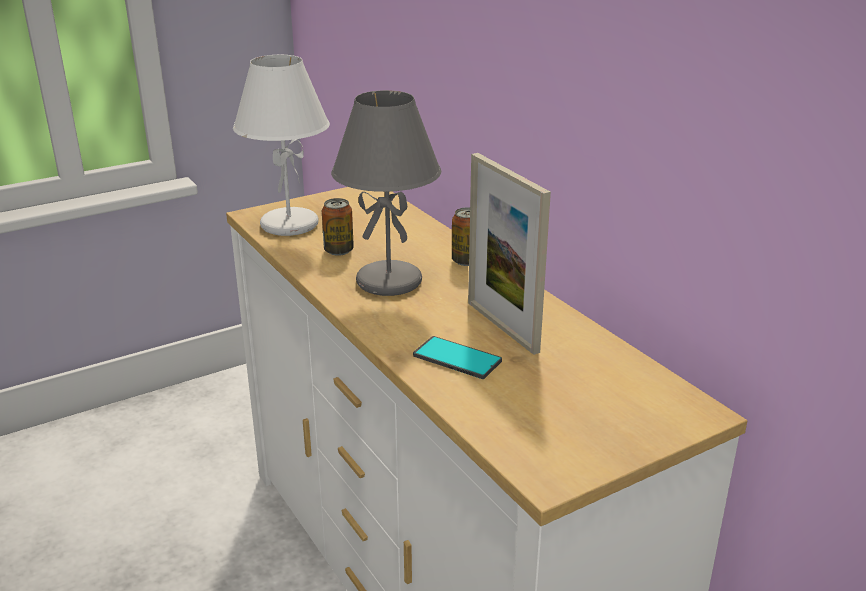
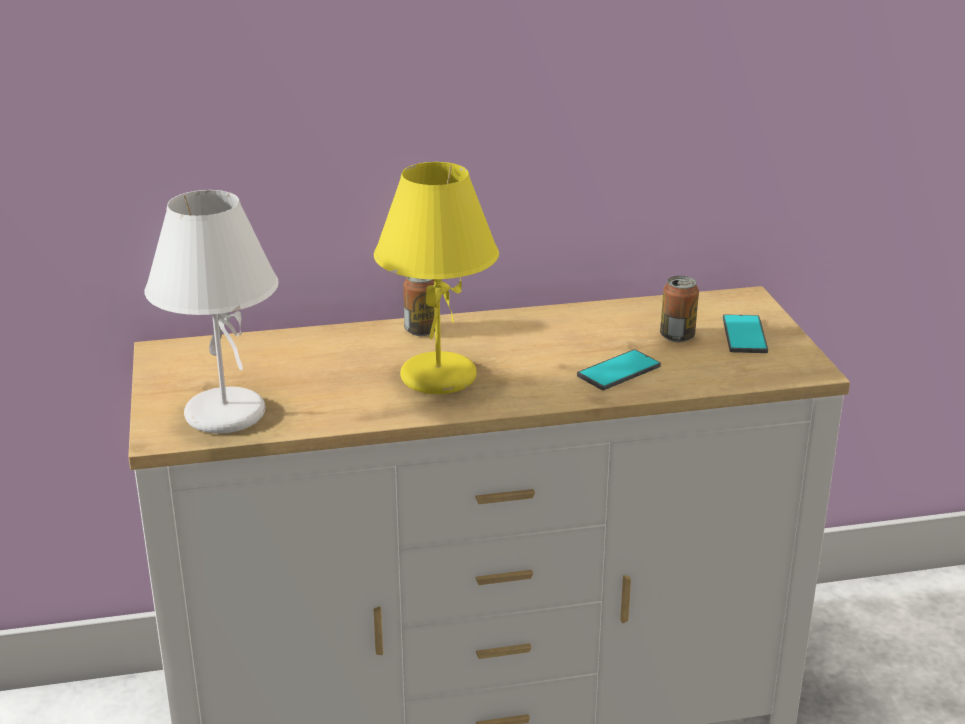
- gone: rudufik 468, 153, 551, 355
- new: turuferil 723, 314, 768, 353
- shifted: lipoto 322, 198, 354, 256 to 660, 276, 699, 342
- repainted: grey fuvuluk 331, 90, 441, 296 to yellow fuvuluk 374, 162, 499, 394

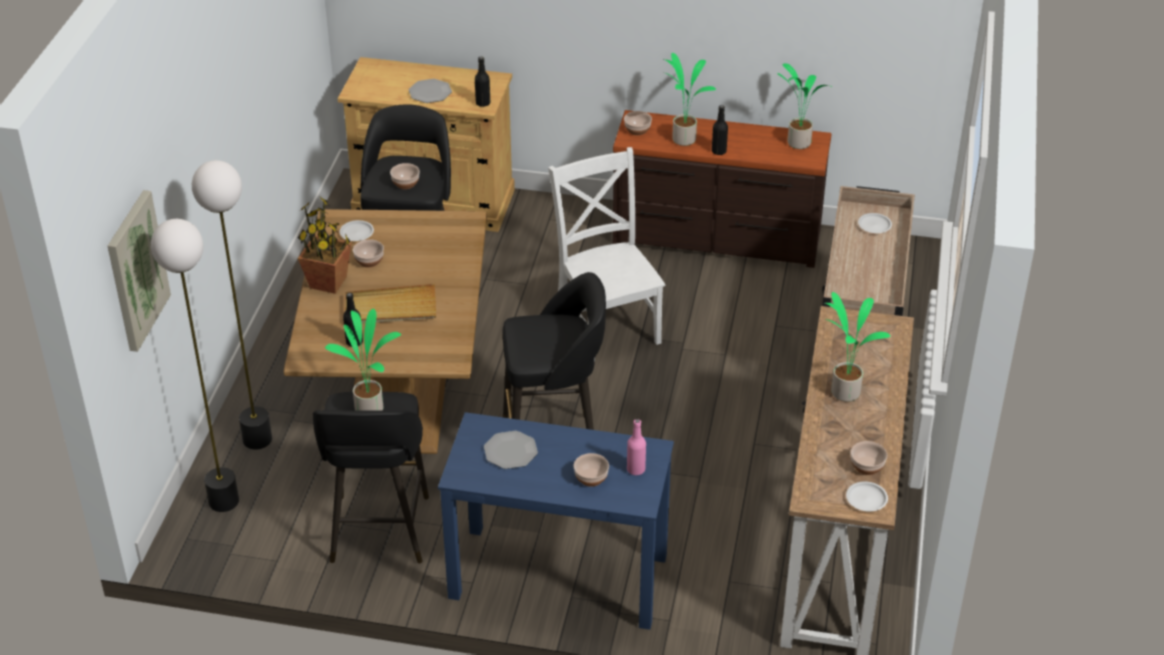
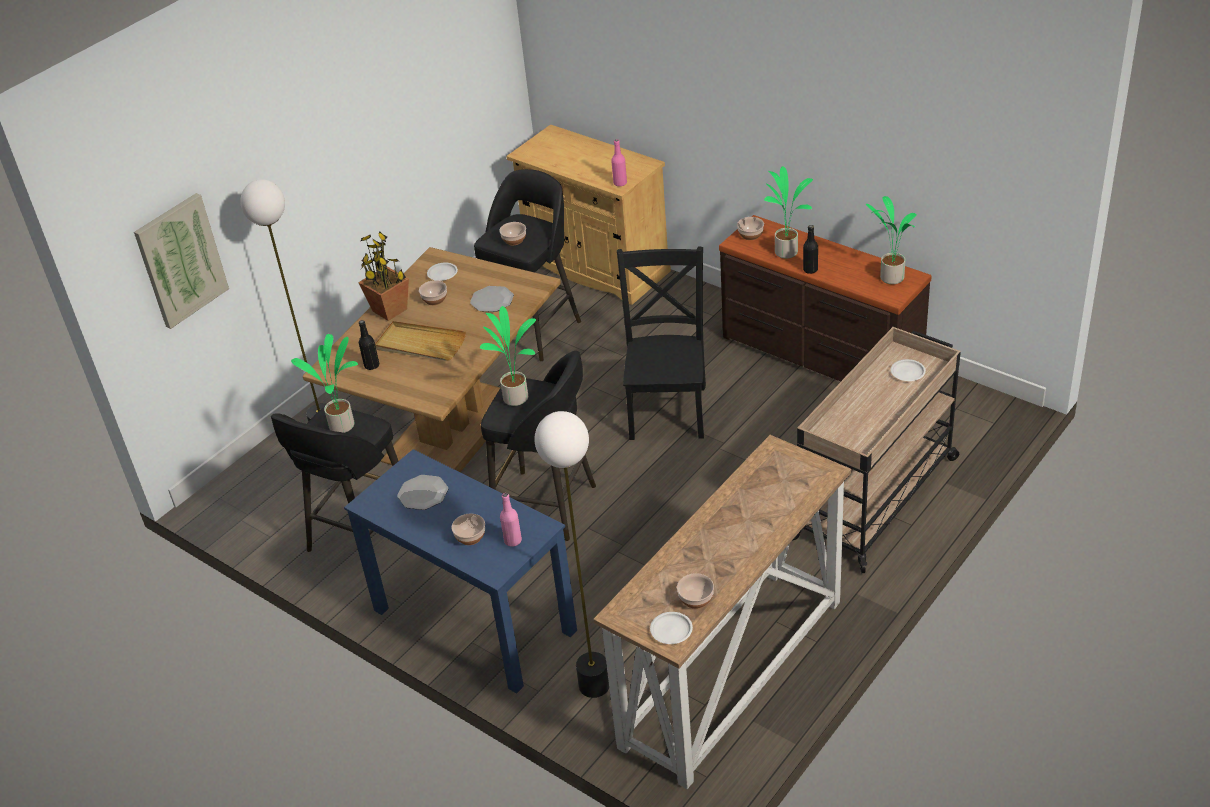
- shifted: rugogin 151, 219, 239, 512 to 535, 411, 609, 698
- shifted: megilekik 409, 79, 452, 103 to 470, 286, 514, 312
- shifted: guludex 825, 292, 891, 402 to 480, 306, 536, 406
- repainted: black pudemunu 475, 57, 490, 107 to pink pudemunu 611, 139, 627, 186
- repainted: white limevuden 548, 147, 665, 345 to black limevuden 617, 246, 706, 440

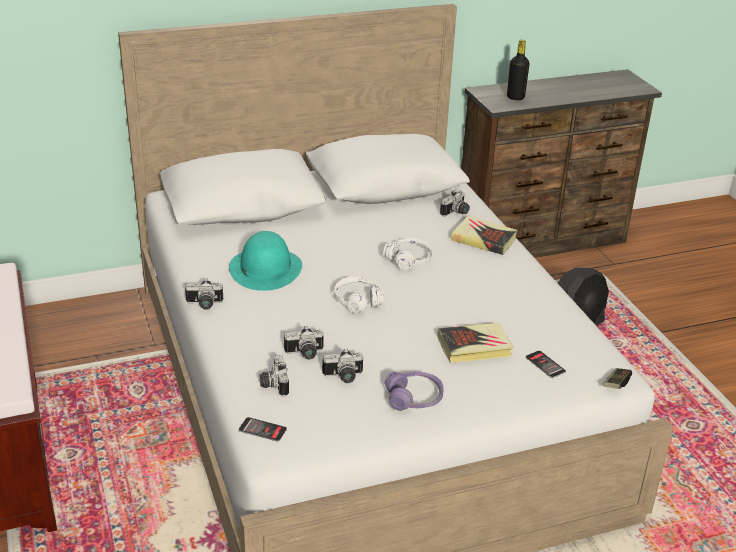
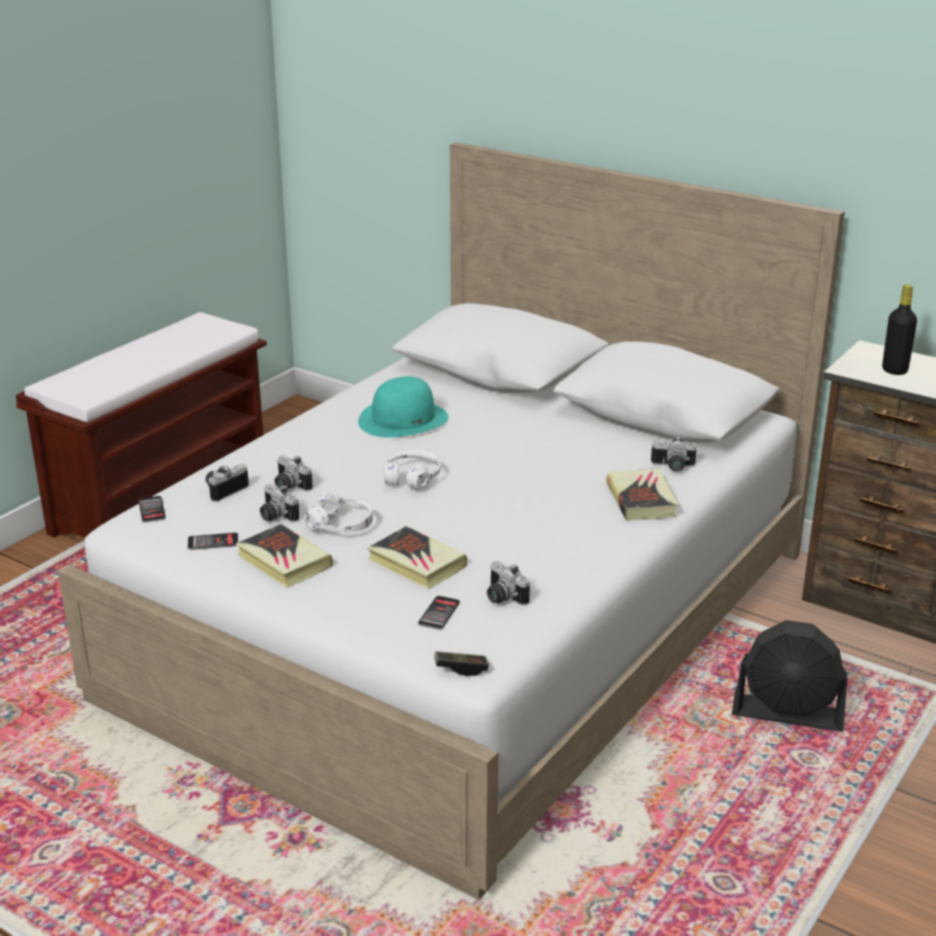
- new: turuferil 188, 533, 238, 550
- shifted: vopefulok 185, 278, 223, 310 to 487, 561, 530, 606
- shifted: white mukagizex 383, 238, 432, 270 to 304, 492, 373, 532
- swapped: purple mukagizex 384, 372, 444, 411 to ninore 236, 524, 333, 588

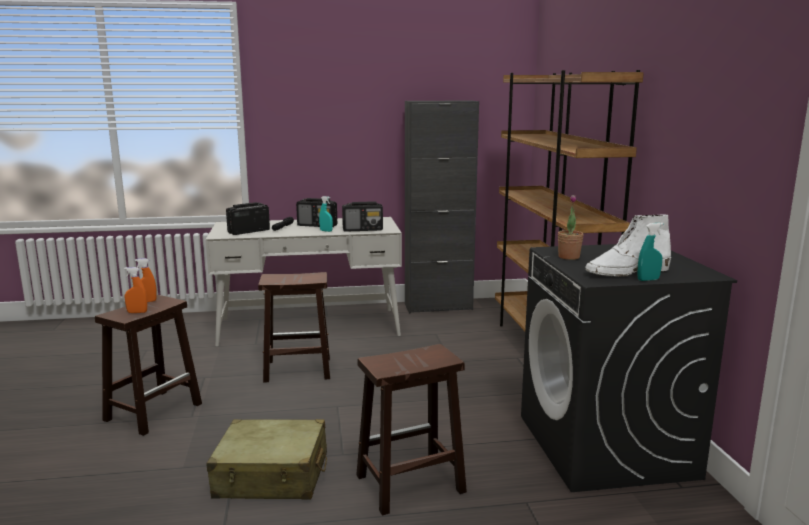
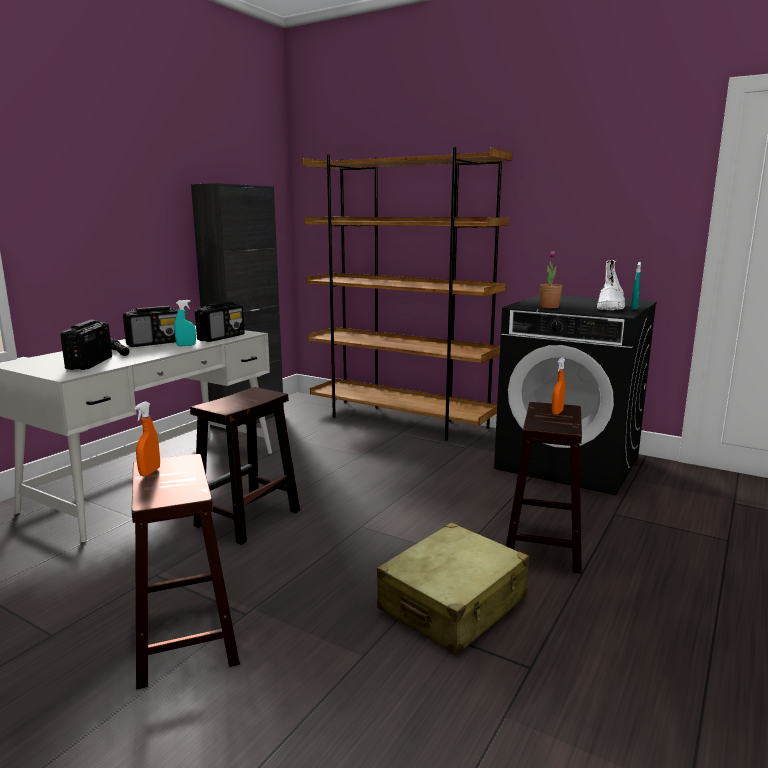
- shifted: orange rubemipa 124, 267, 147, 313 to 552, 358, 565, 415

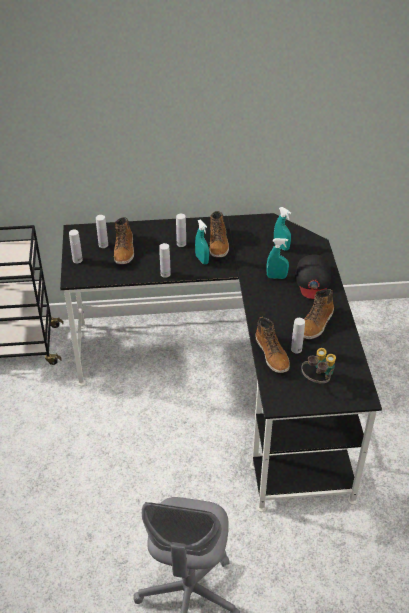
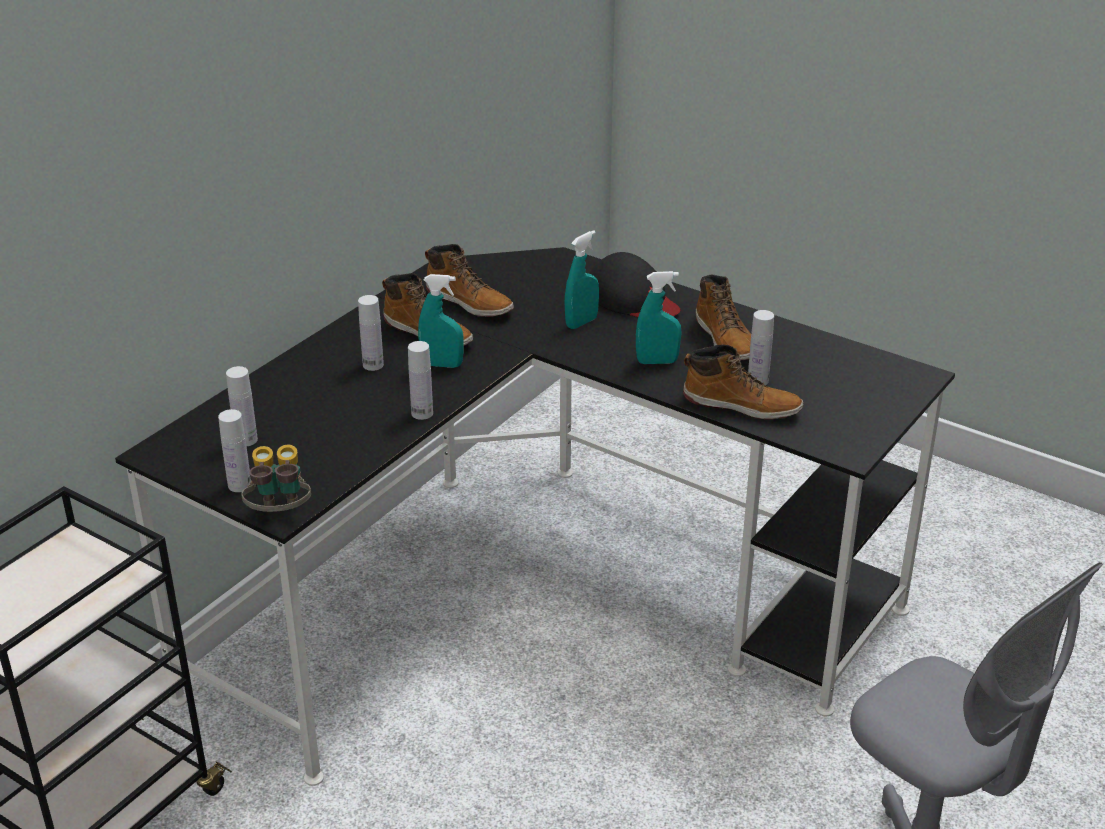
- shifted: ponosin 114, 217, 134, 264 to 425, 244, 514, 317
- shifted: turquoise rubemipa 274, 207, 291, 251 to 636, 271, 682, 364
- shifted: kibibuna 301, 348, 336, 383 to 241, 445, 311, 512

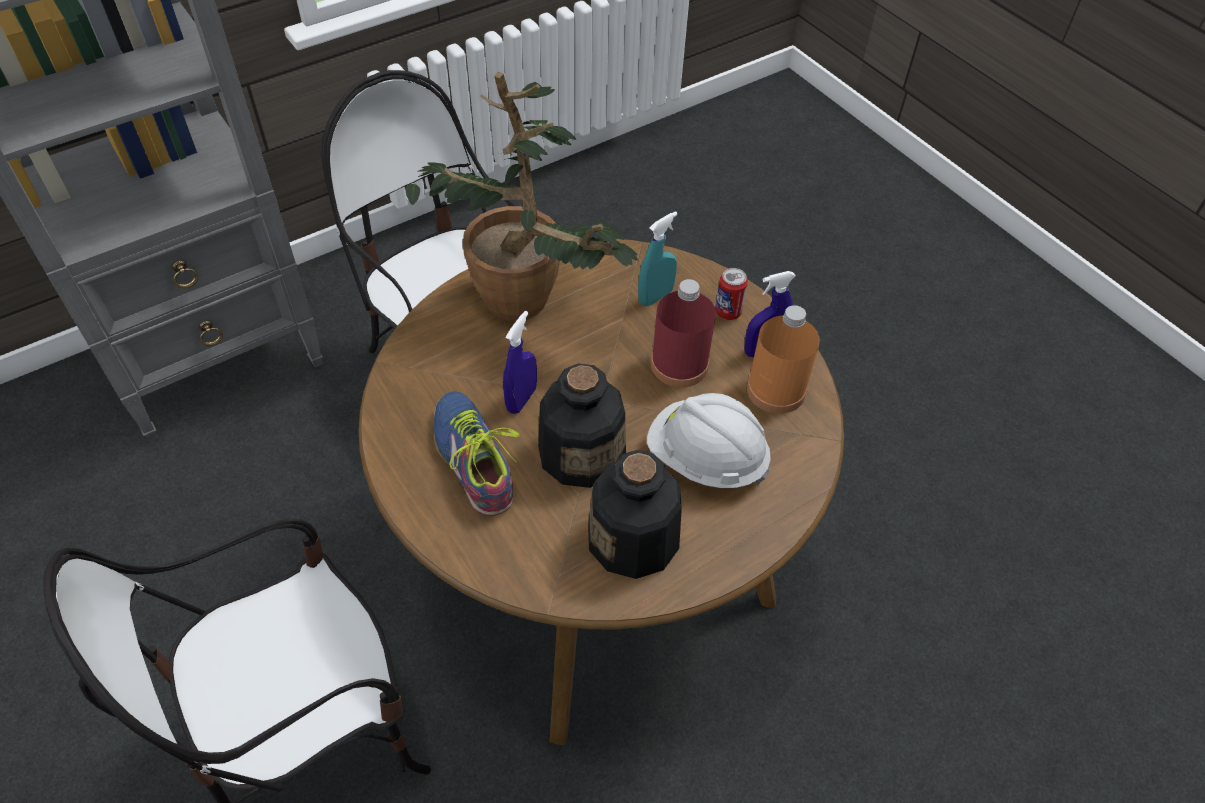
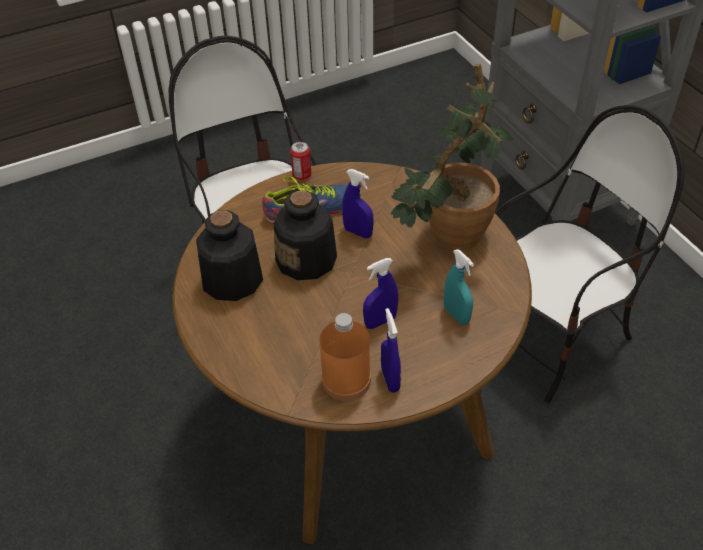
- gone: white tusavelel 647, 393, 771, 488
- shifted: lipoto 715, 268, 748, 320 to 290, 142, 311, 180
- swapped: red pudemunu 651, 279, 716, 387 to blue rubemipa 363, 258, 398, 329

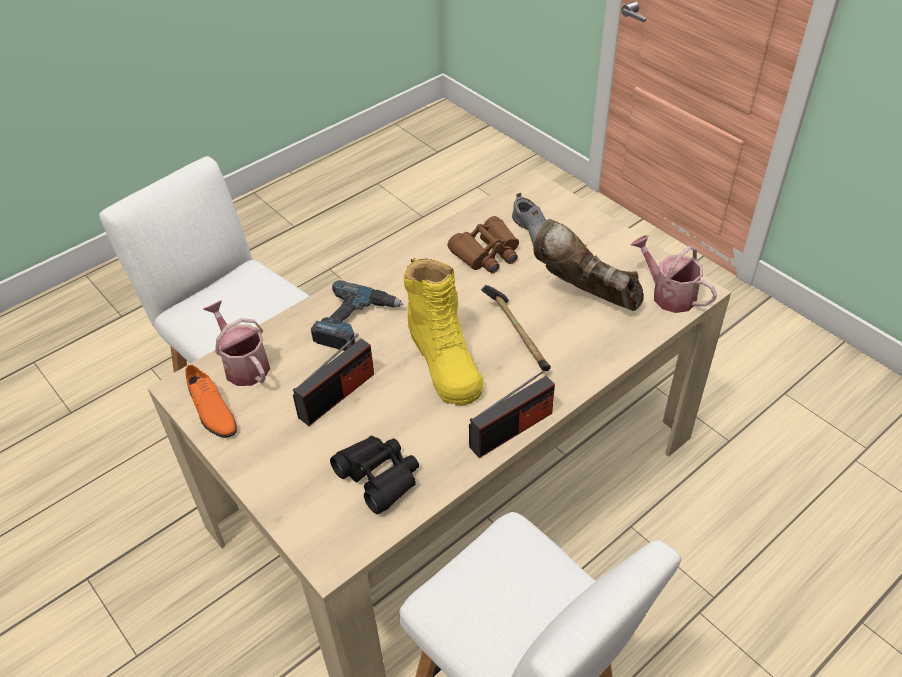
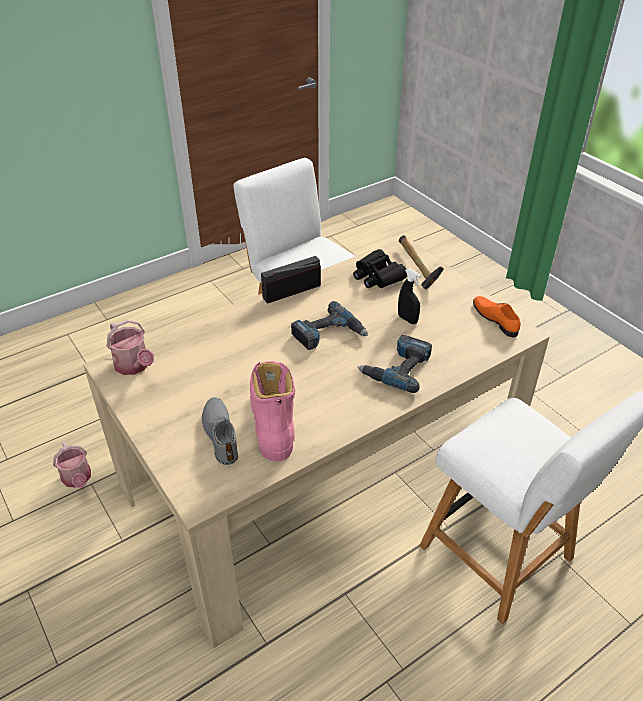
- gone: brown ponosin 534, 219, 643, 311
- shifted: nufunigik 203, 300, 270, 386 to 53, 442, 91, 488
- shifted: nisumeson 480, 285, 551, 371 to 399, 235, 444, 290
- swapped: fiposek 293, 334, 374, 426 to black rubemipa 398, 268, 421, 324
- swapped: yellow ponosin 404, 258, 484, 406 to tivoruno 291, 301, 368, 350
- swapped: brown kibibuna 447, 216, 519, 273 to pink ponosin 250, 361, 295, 461

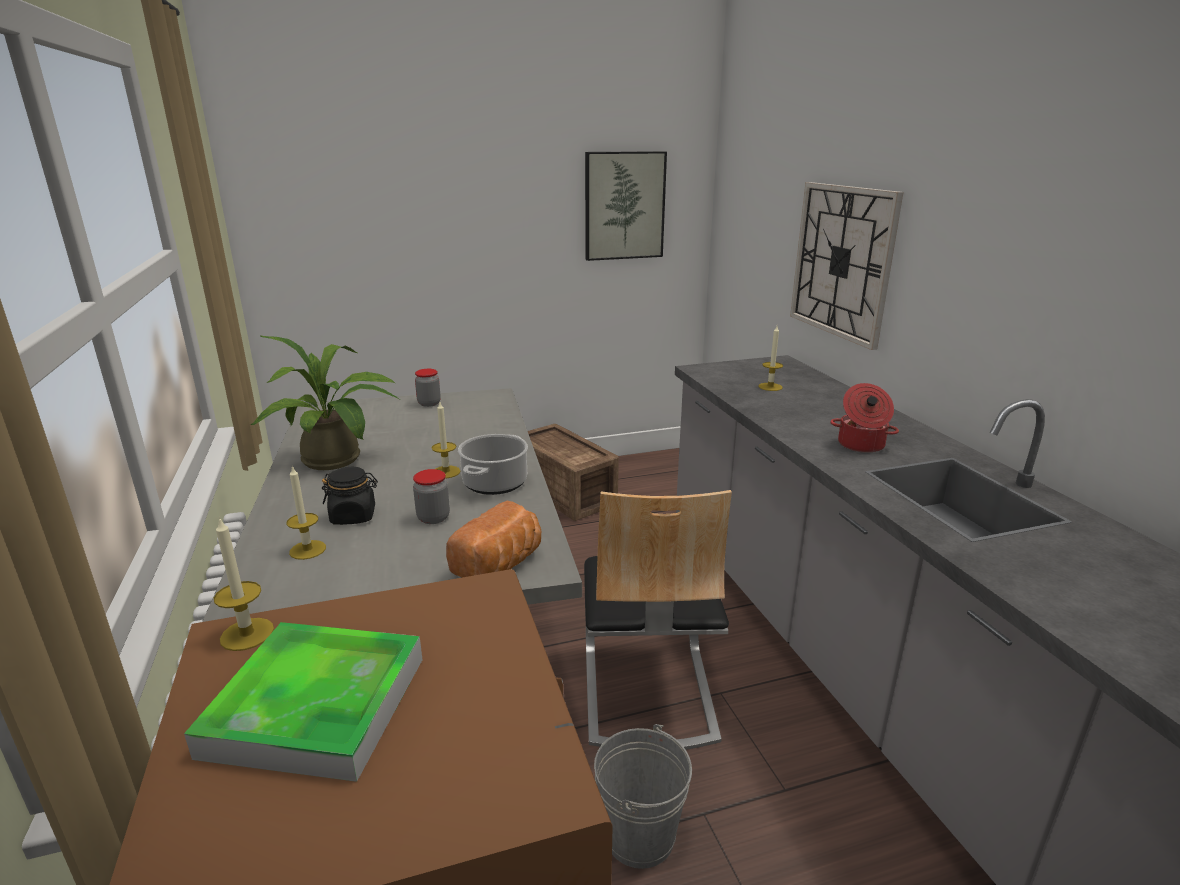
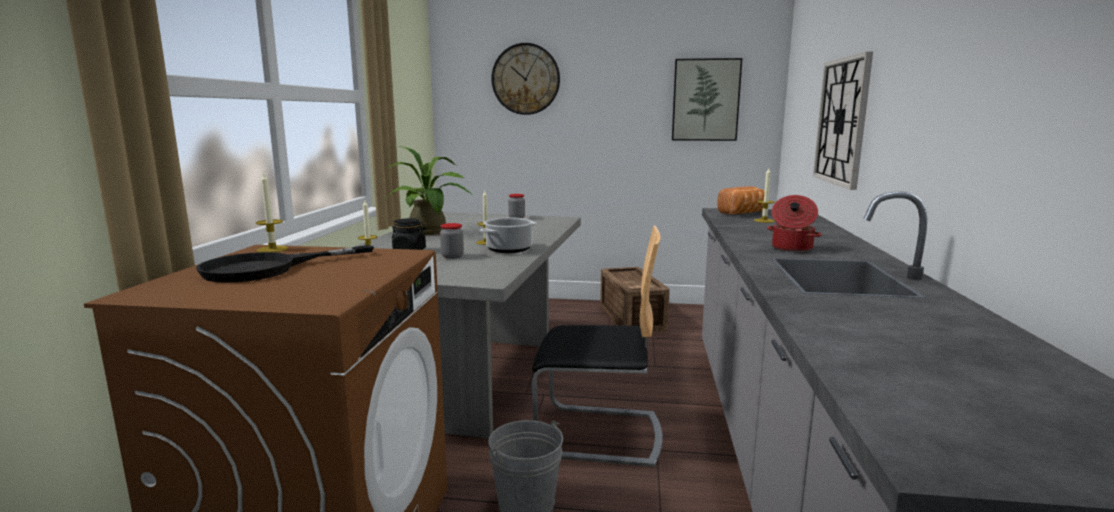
- new: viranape 491, 43, 560, 115
- shifted: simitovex 446, 500, 542, 577 to 717, 186, 765, 214
- swapped: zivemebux 184, 622, 422, 782 to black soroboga 196, 245, 374, 283
- rotated: limevuden 584, 490, 732, 750 = 532, 226, 663, 467 105 degrees counterclockwise

